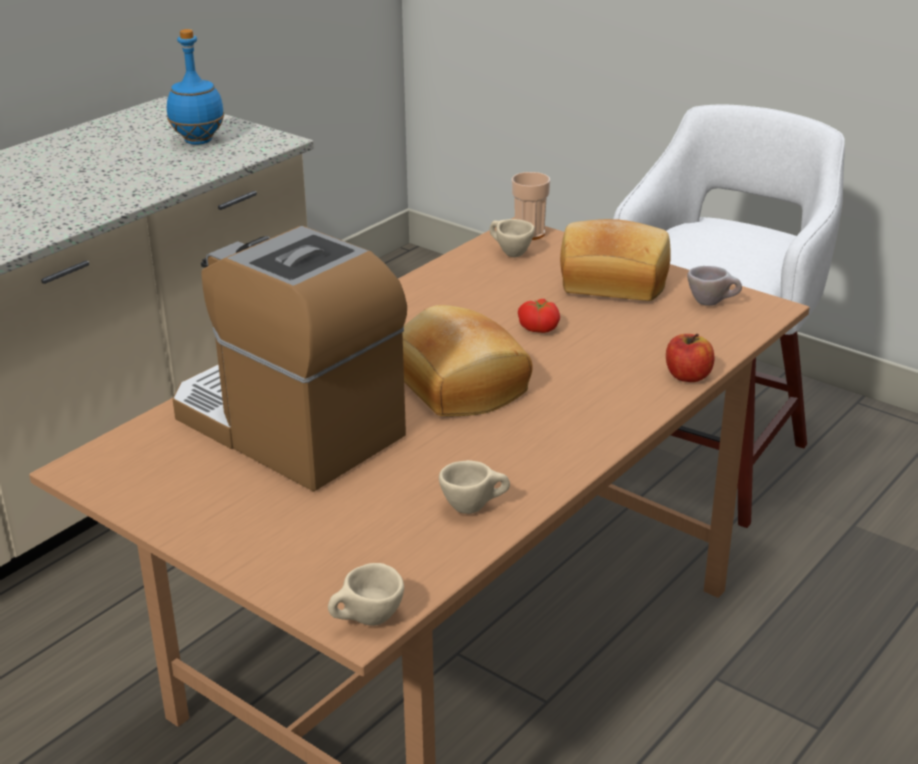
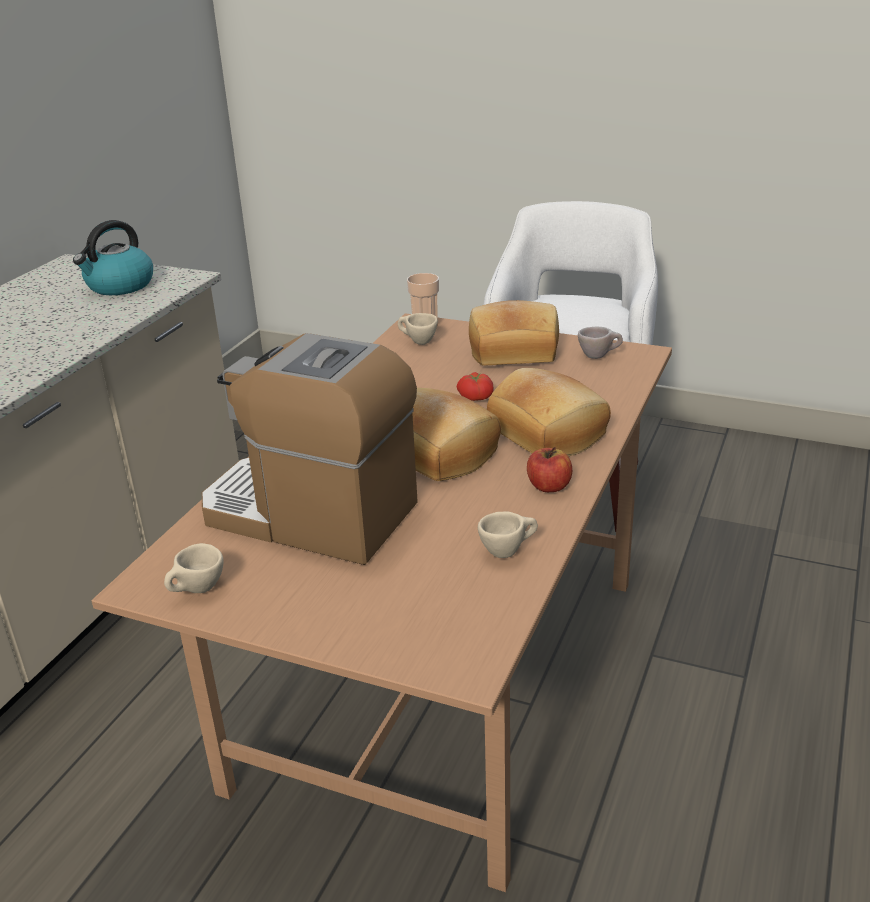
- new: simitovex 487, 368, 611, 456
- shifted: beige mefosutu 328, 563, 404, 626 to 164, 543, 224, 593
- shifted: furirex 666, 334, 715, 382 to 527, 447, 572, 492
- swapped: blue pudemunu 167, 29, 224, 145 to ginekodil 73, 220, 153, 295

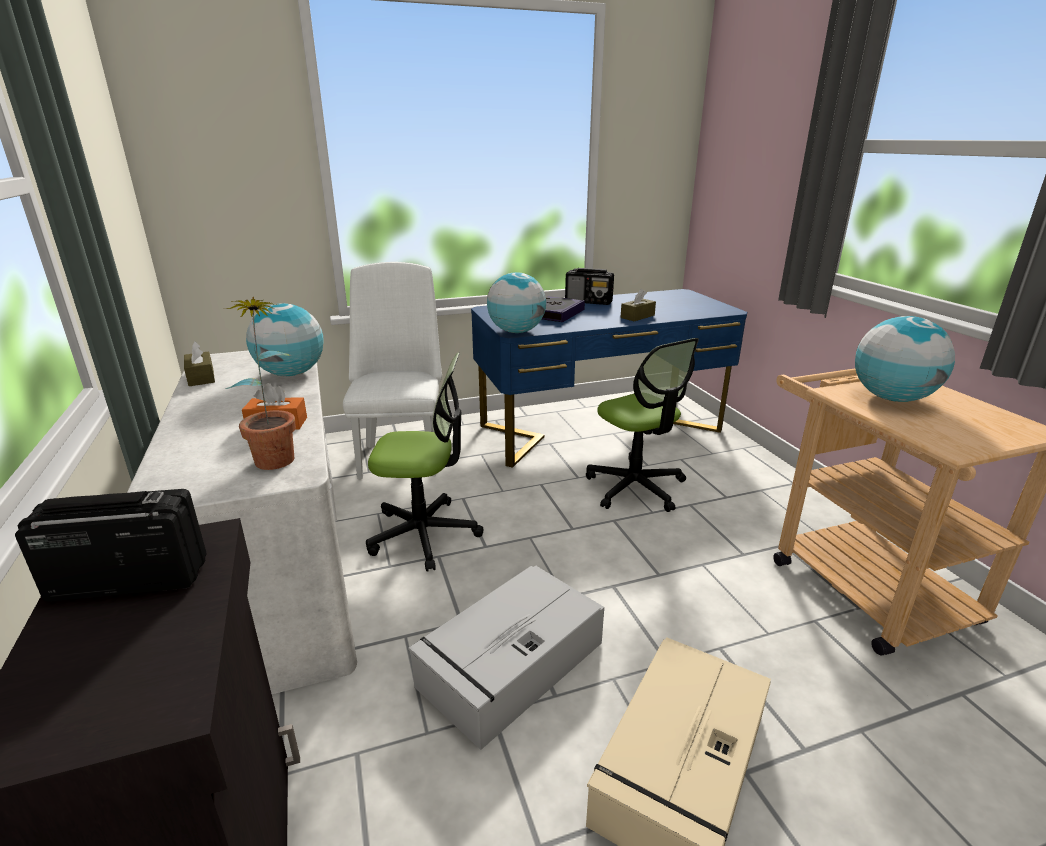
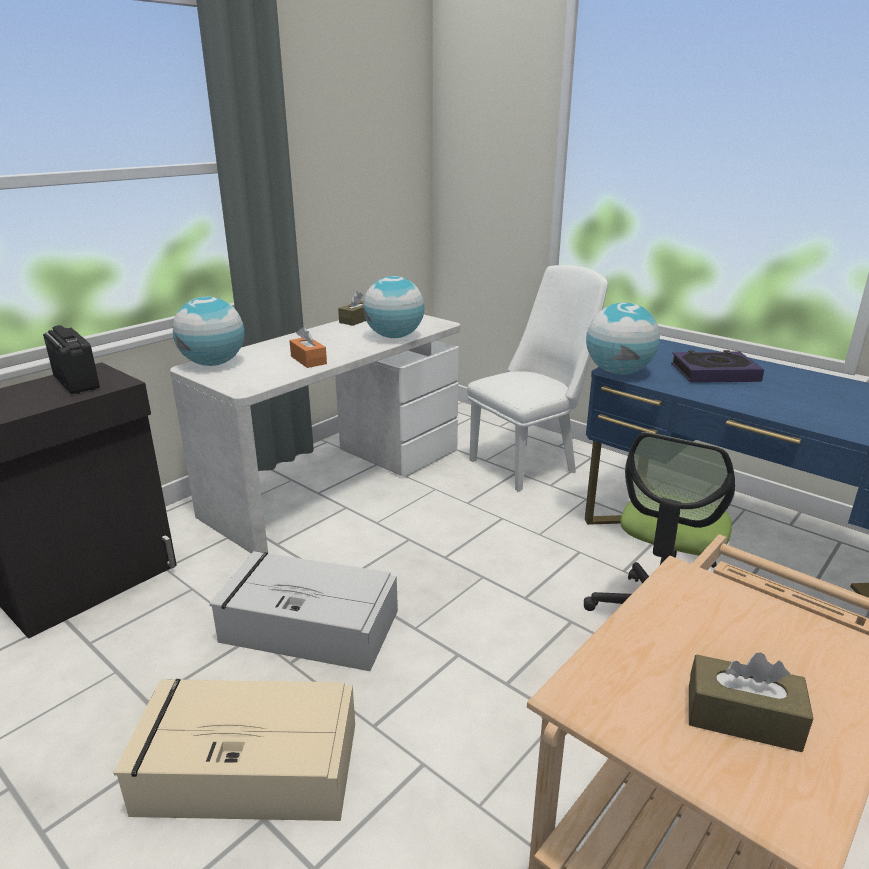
- gone: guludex 224, 297, 296, 470
- gone: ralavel 366, 353, 484, 571
- gone: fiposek 565, 268, 614, 305
- shifted: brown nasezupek 621, 289, 656, 321 to 689, 652, 814, 752
- shifted: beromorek 855, 316, 955, 402 to 173, 296, 244, 366

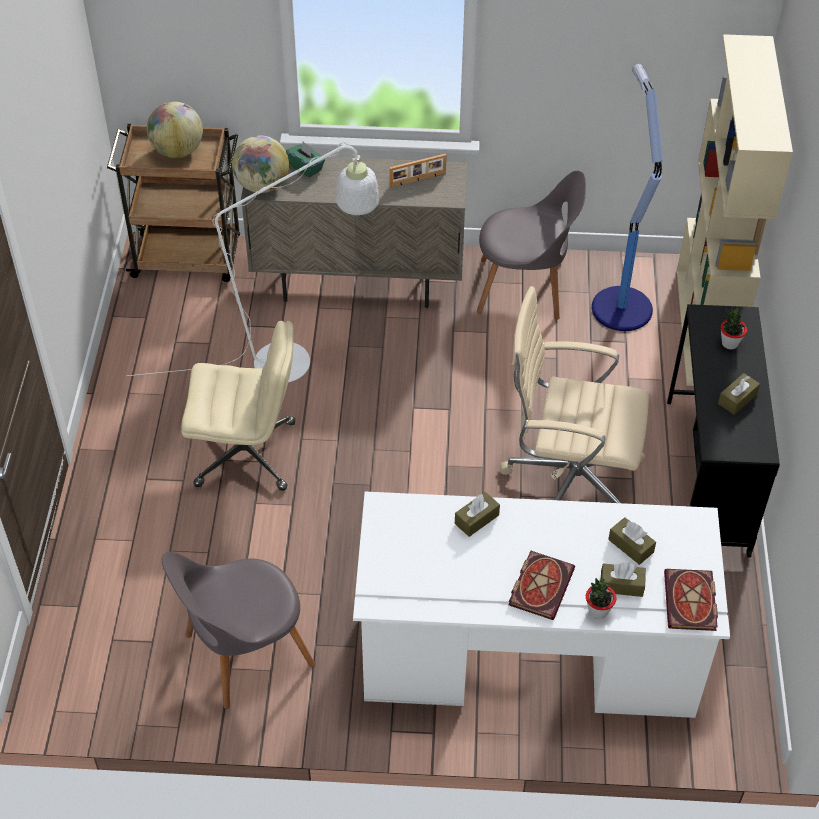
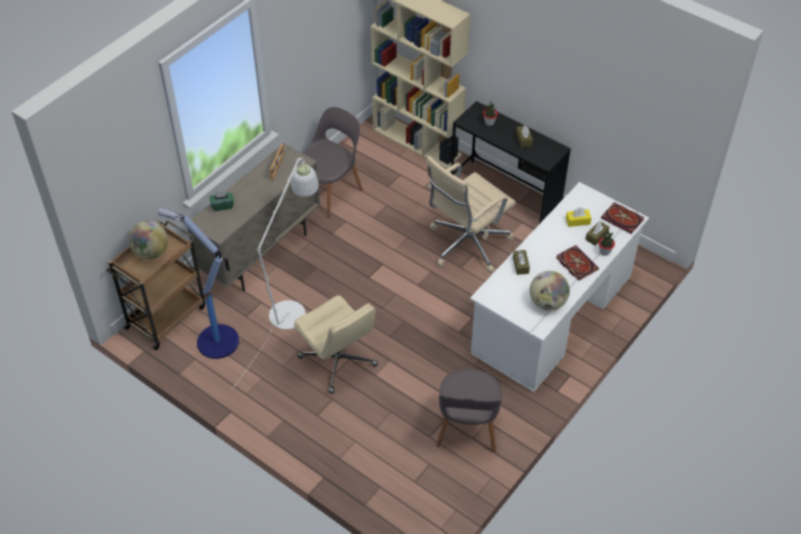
- shifted: beromorek 232, 135, 289, 193 to 530, 271, 570, 310
- shifted: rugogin 592, 64, 663, 331 to 158, 208, 239, 359
- repainted: brown nasezupek 608, 517, 656, 565 to yellow nasezupek 566, 208, 592, 227
- rotated: beige ralavel 181, 321, 295, 491 = 294, 295, 378, 394 105 degrees clockwise

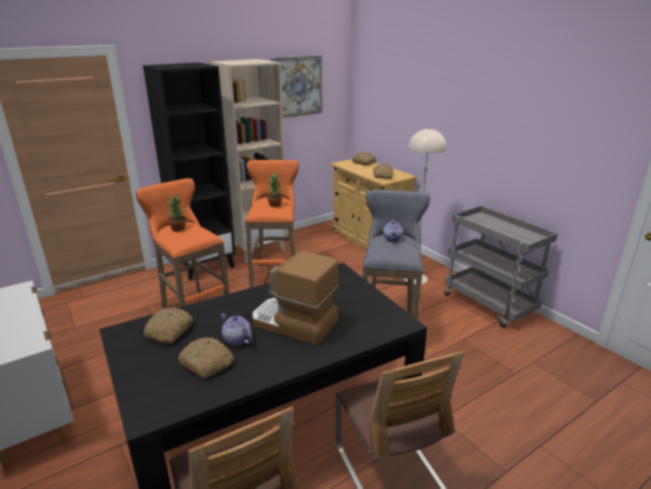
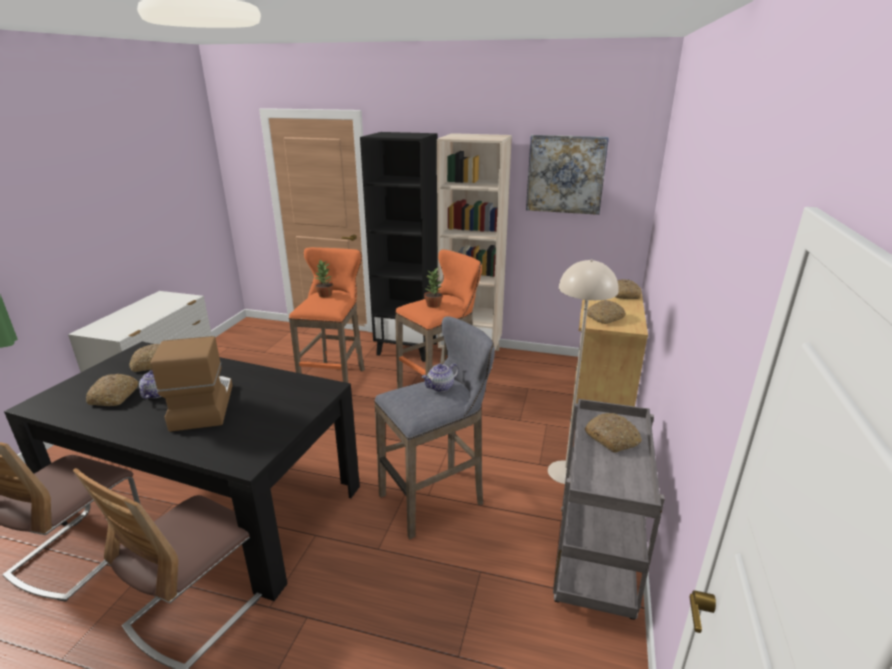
- new: simitovex 585, 413, 642, 453

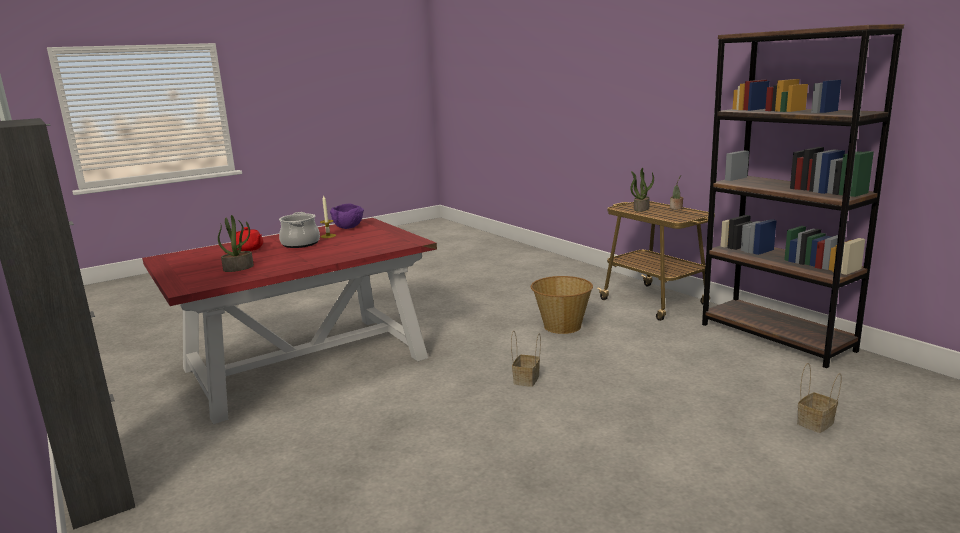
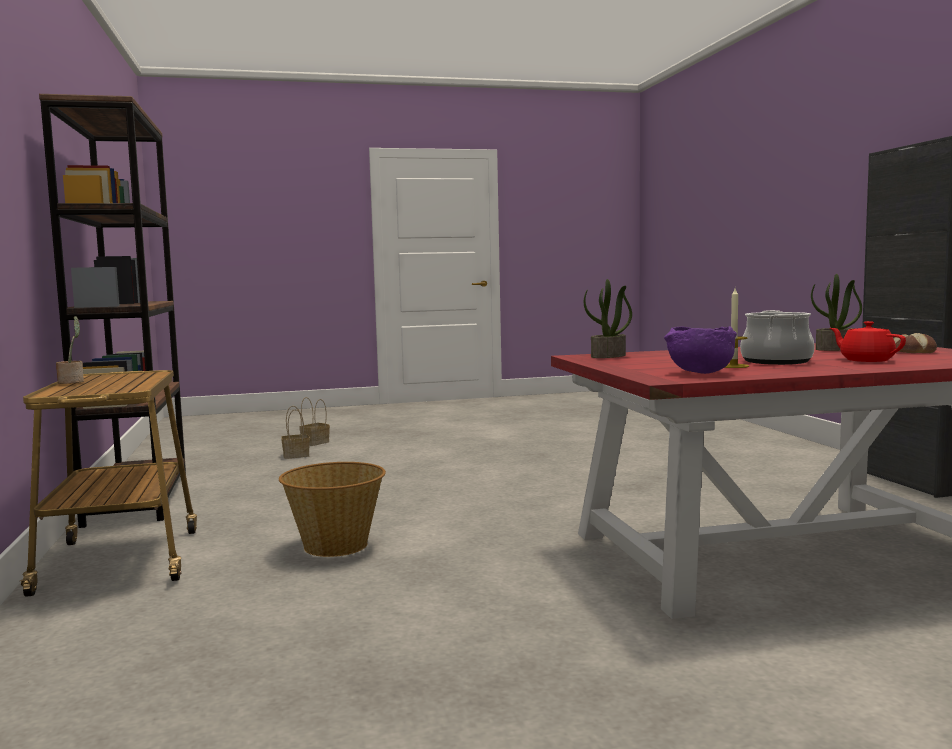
- new: simitovex 893, 333, 937, 353
- shifted: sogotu 511, 331, 541, 387 to 299, 397, 330, 446
- shifted: guludex 630, 168, 654, 212 to 584, 279, 632, 358

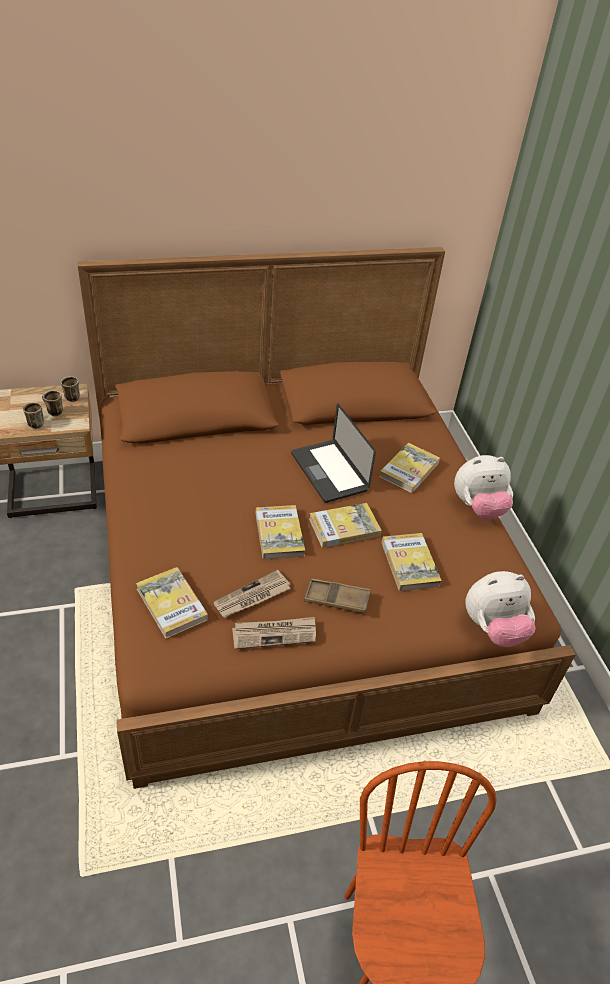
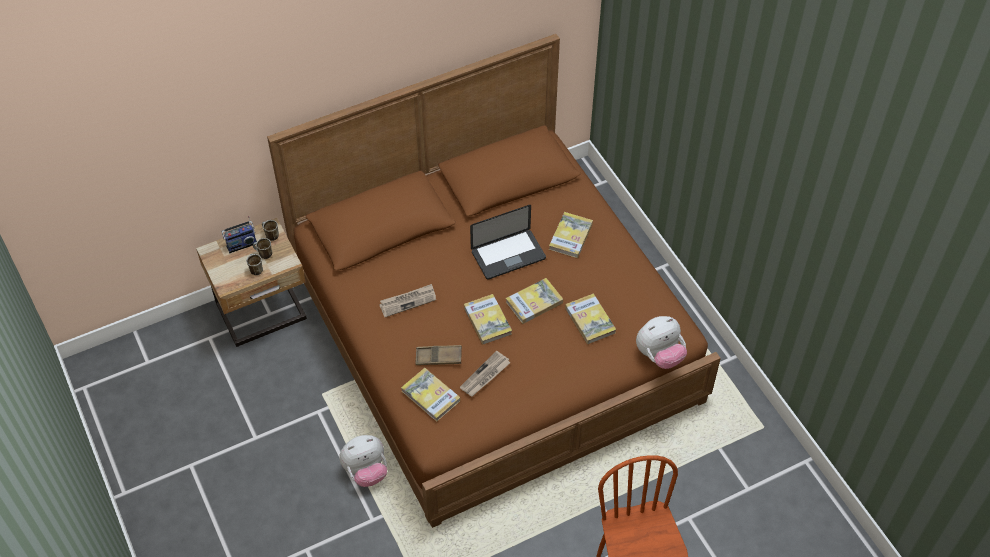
- new: fiposek 221, 216, 257, 253
- shifted: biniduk 232, 617, 316, 649 to 379, 284, 436, 317
- shifted: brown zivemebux 304, 579, 371, 613 to 415, 345, 462, 365
- shifted: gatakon 454, 455, 513, 520 to 340, 435, 387, 487
- rotated: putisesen 291, 403, 376, 503 = 470, 205, 546, 280 75 degrees counterclockwise

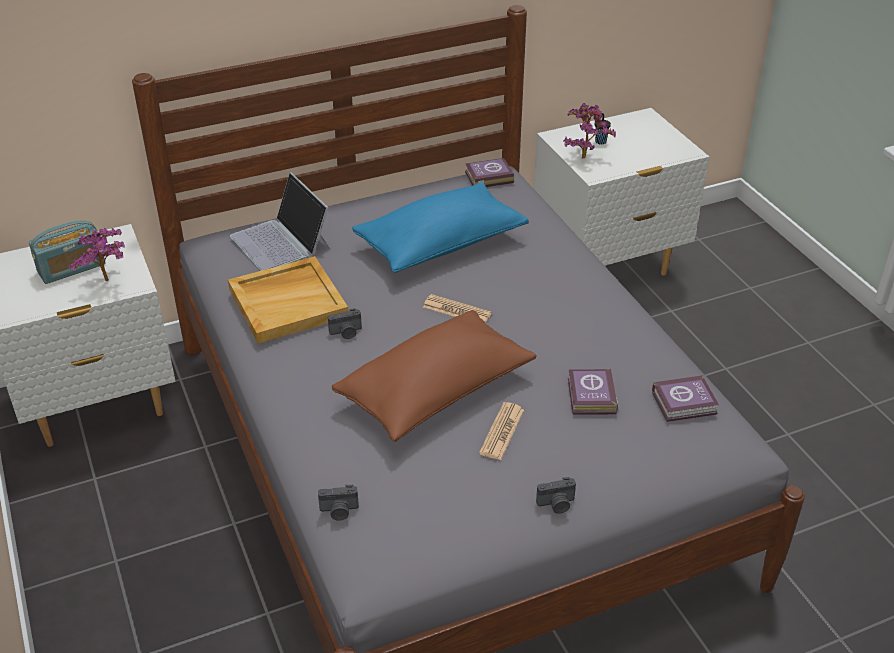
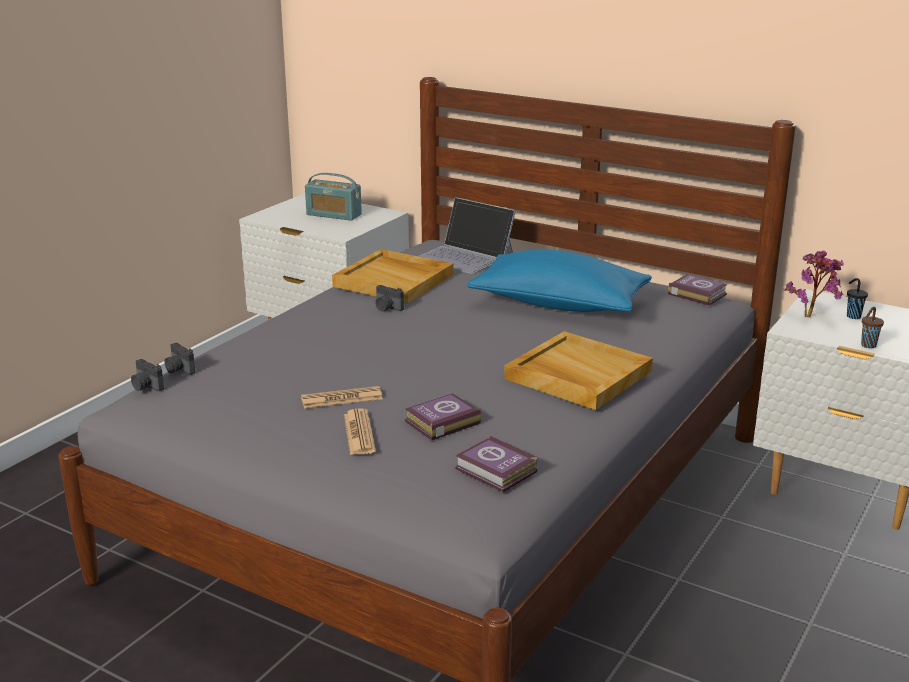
- gone: guludex 68, 228, 125, 281
- gone: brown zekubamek 332, 310, 537, 442
- new: beige zivemebux 504, 331, 653, 410
- new: brown mefosutu 861, 307, 884, 348
- shifted: biniduk 423, 294, 492, 323 to 344, 408, 376, 455
- shifted: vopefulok 536, 477, 576, 514 to 131, 359, 164, 391
- rotated: putisesen 230, 172, 330, 271 = 419, 197, 516, 274 75 degrees counterclockwise

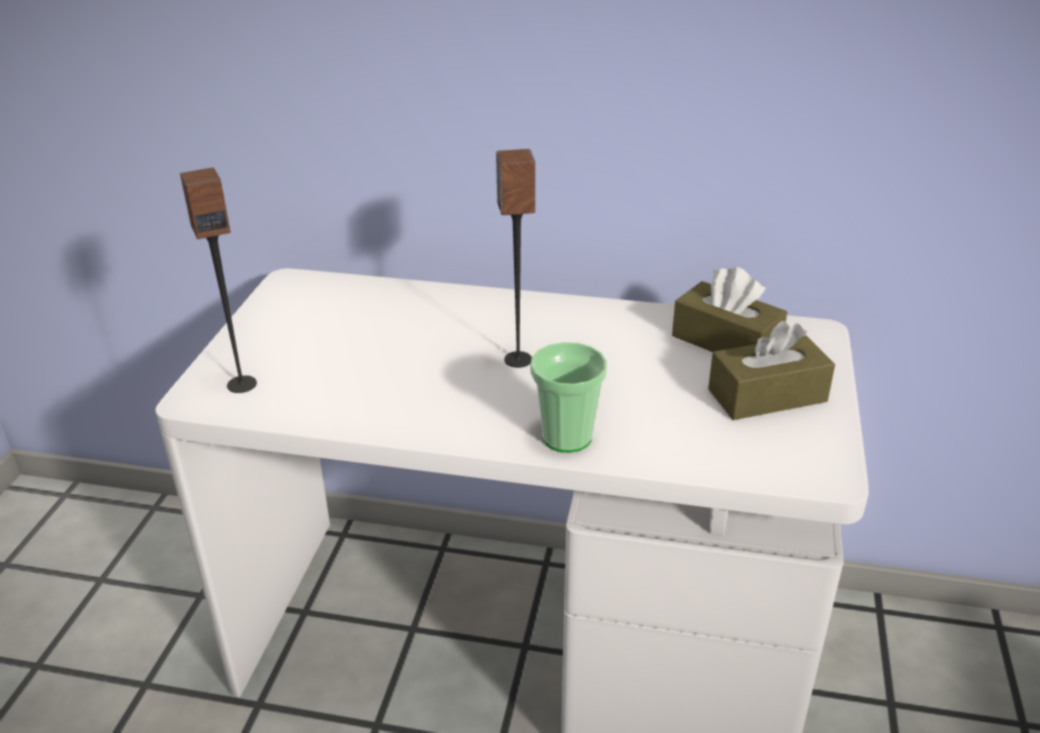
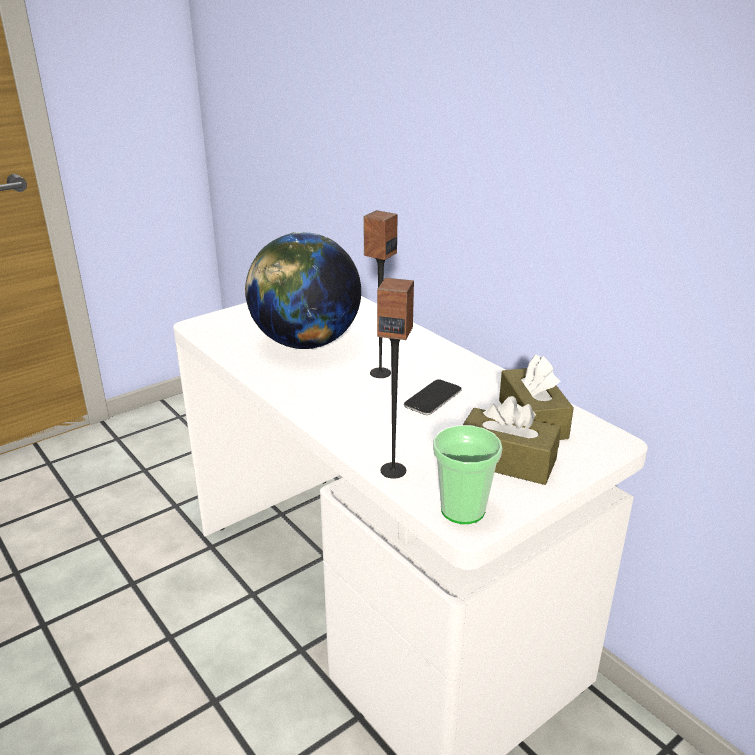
- new: beromorek 245, 232, 361, 349
- new: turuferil 404, 379, 462, 415
- shifted: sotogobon 180, 167, 257, 393 to 377, 278, 414, 479
- shifted: mefosutu 530, 342, 607, 453 to 433, 425, 502, 524

